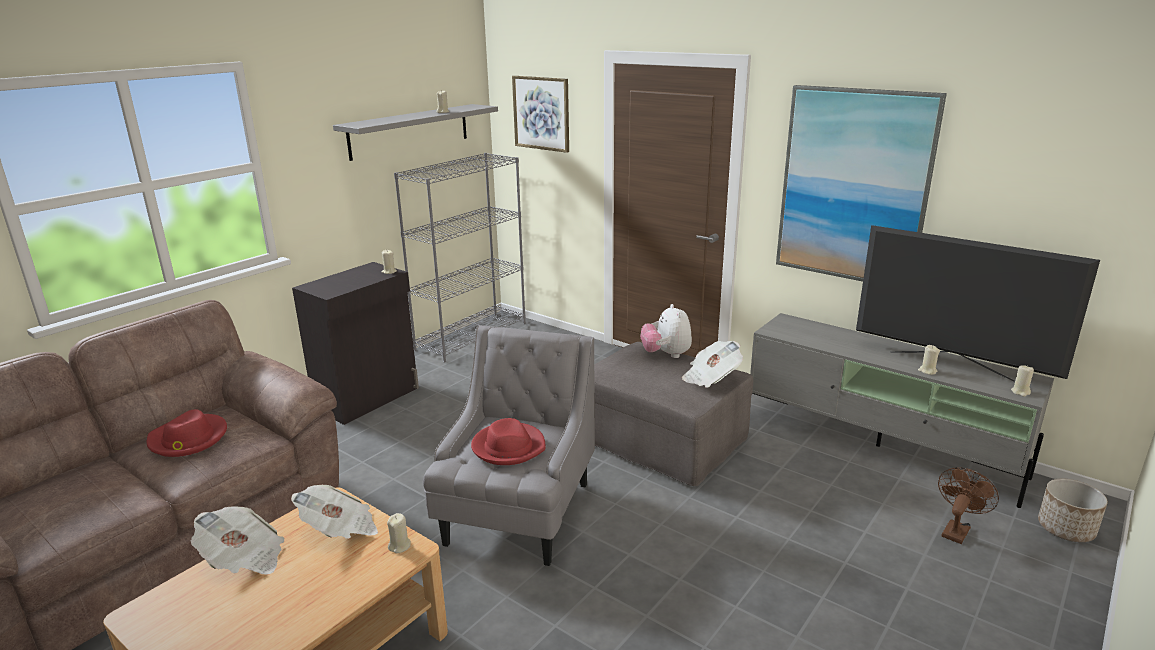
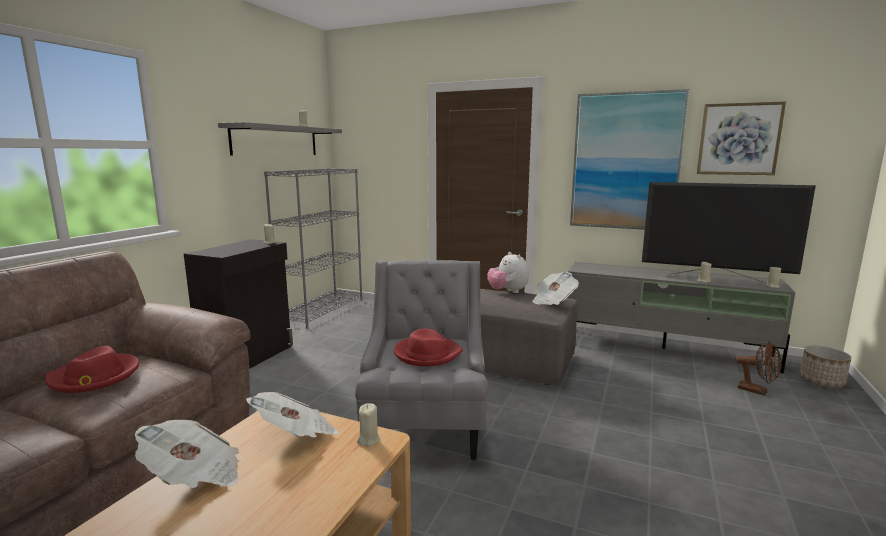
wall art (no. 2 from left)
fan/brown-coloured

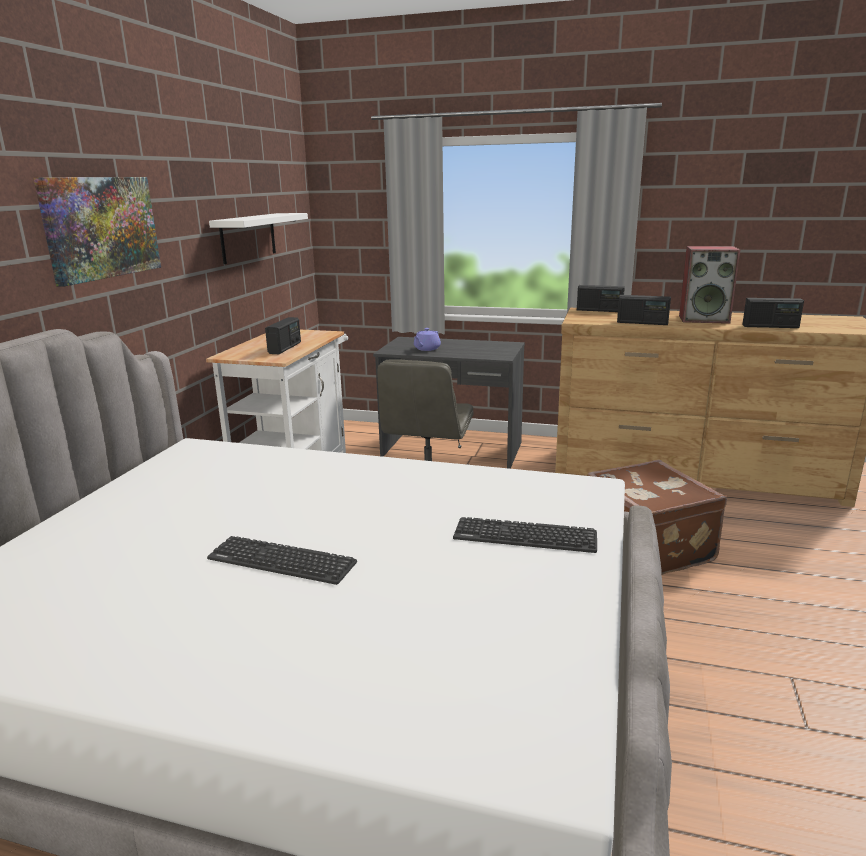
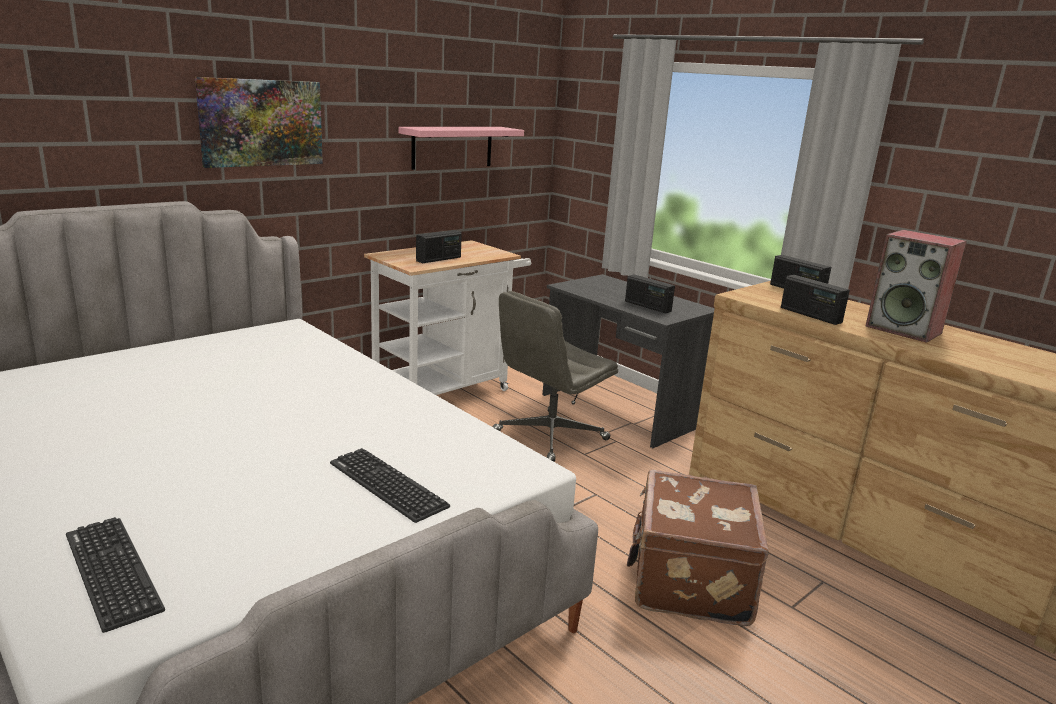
computer keyboard (no. 1 from left)
bracket shelf/pinkish
radio set (no. 2 from left)
tea pot/purplish

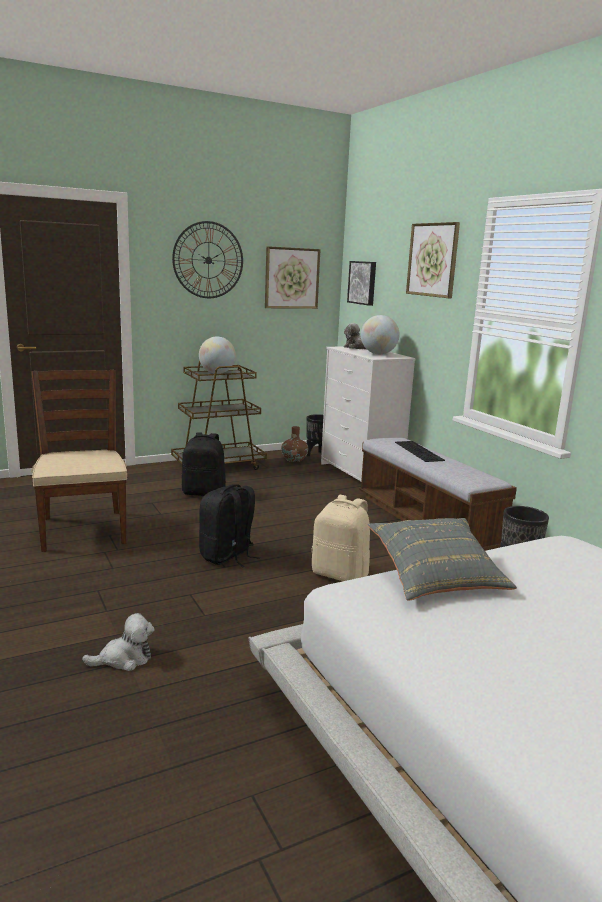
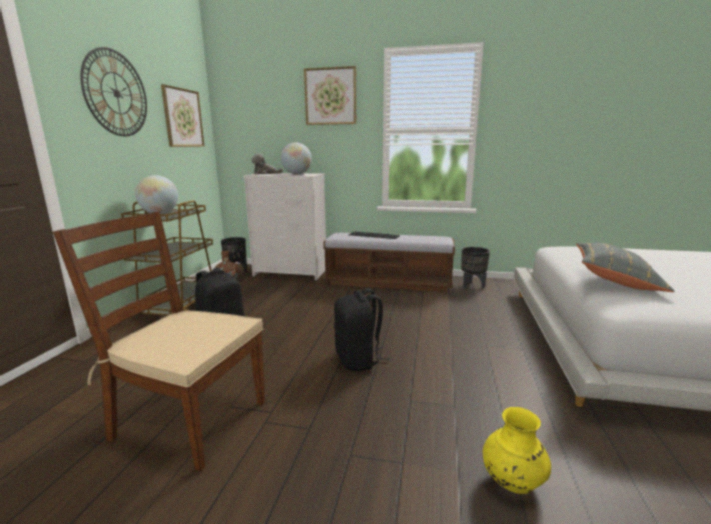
flower vase/yellow-coloured
rucksack/sand-coloured
wall art (no. 2 from left in the first image)

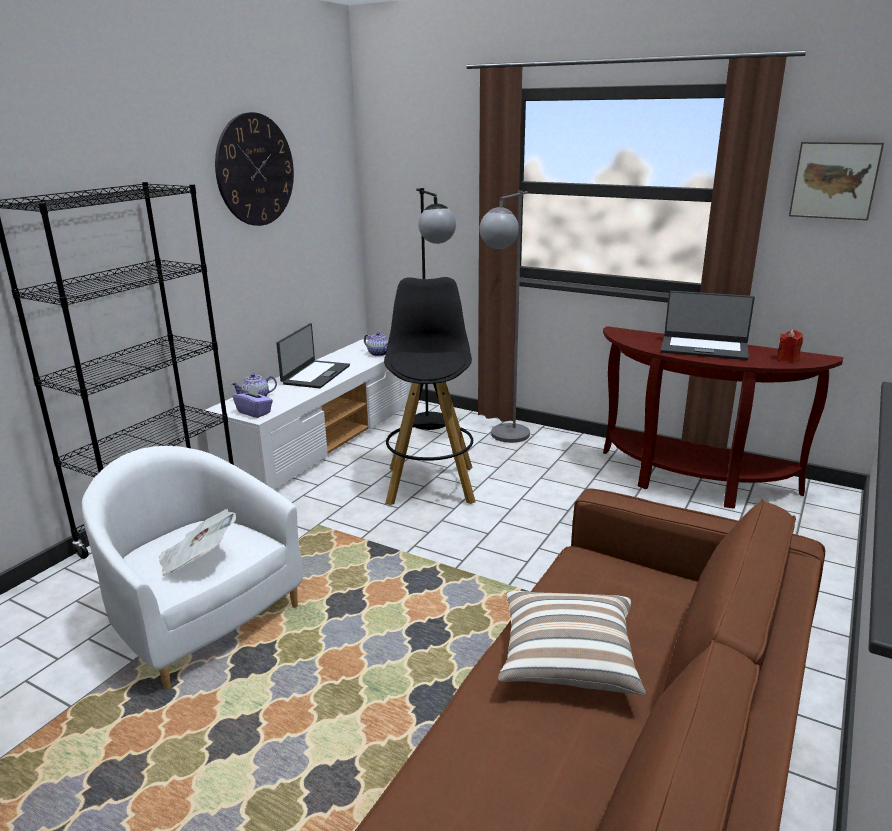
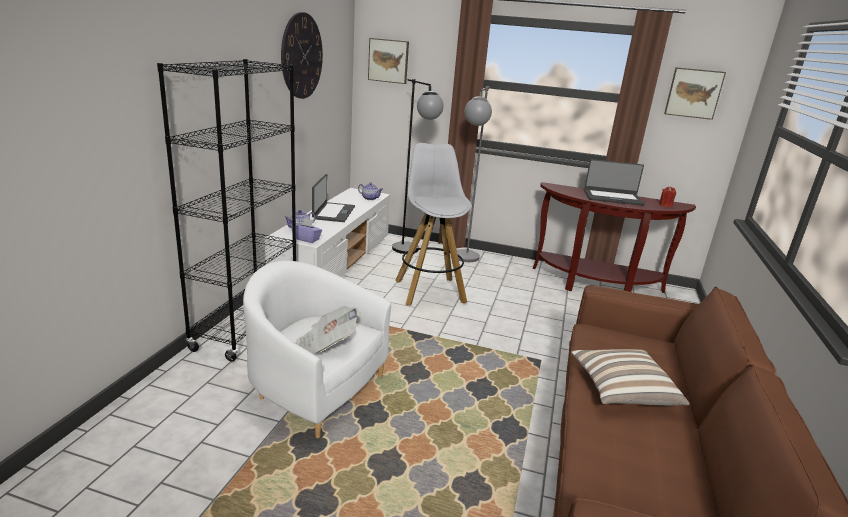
wall art (no. 1 from left)
stool/white

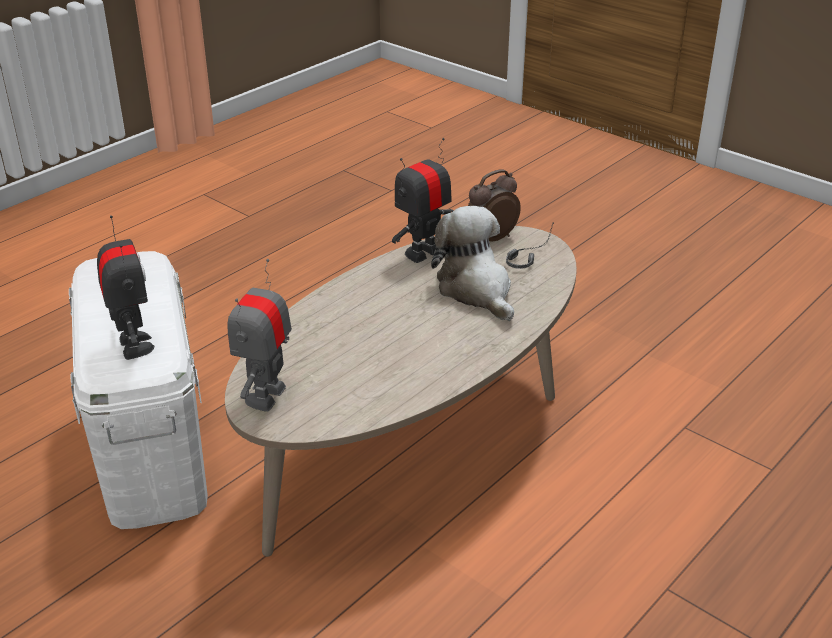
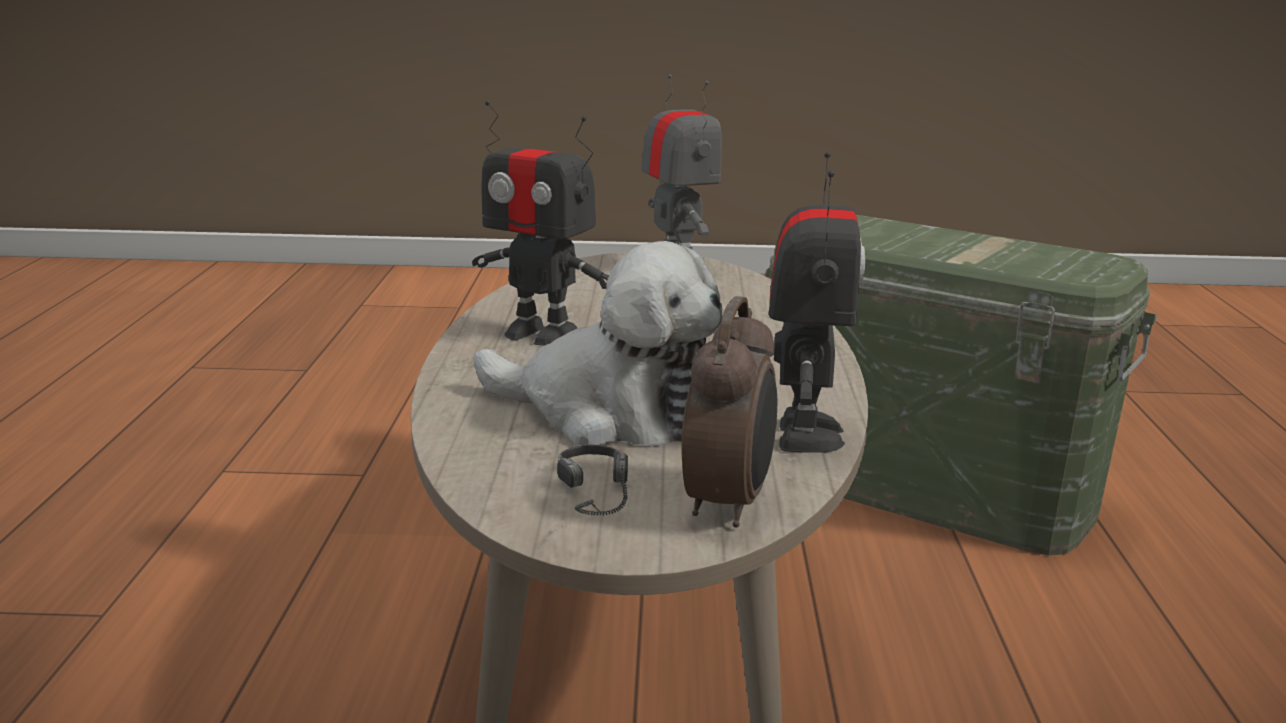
model robot (no. 1 from left)
storage box/green

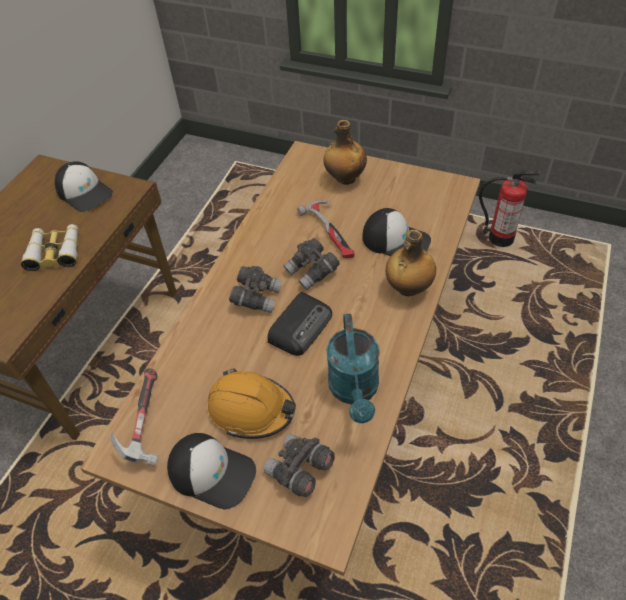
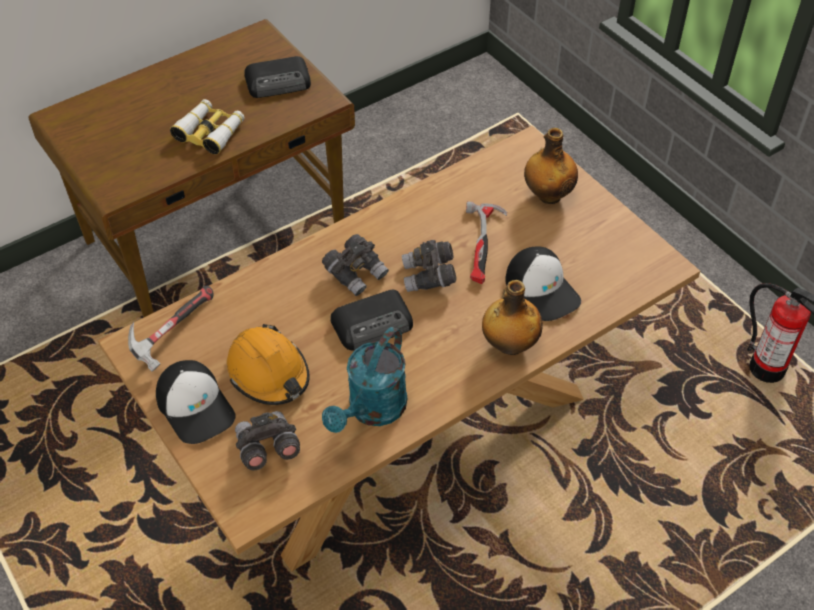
radio set (no. 1 from left)

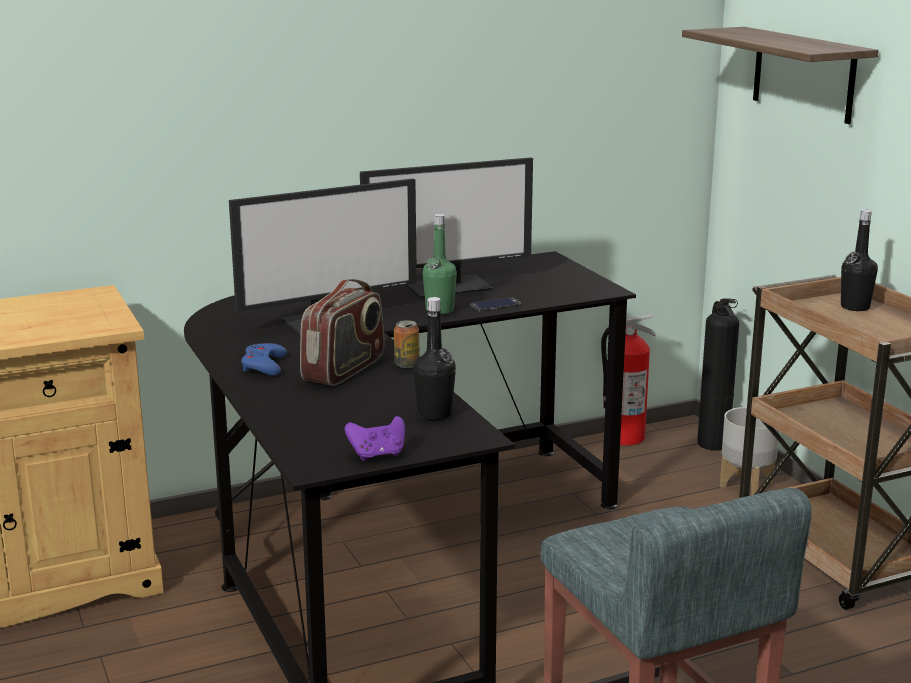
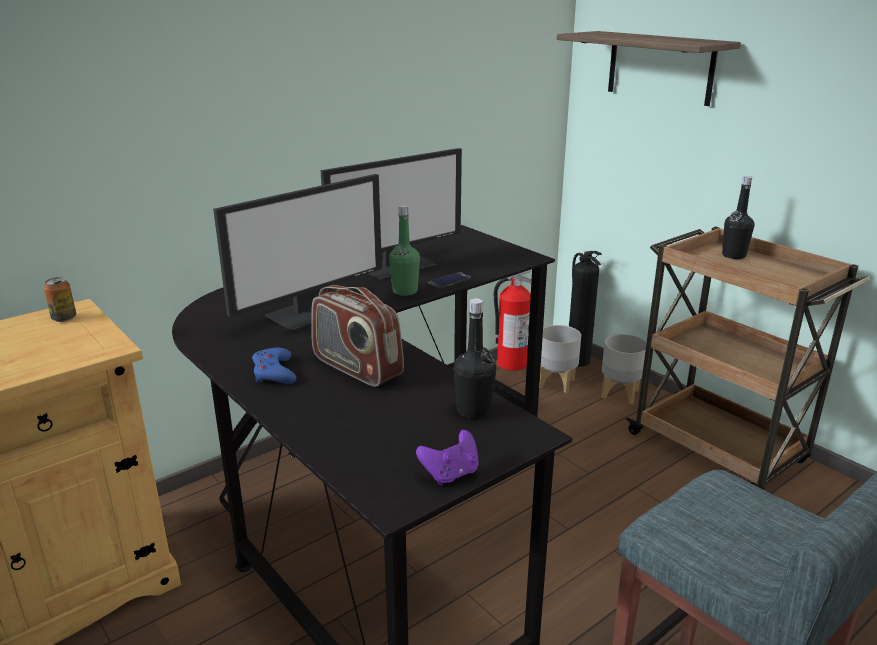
sealed can
radio set
plant pot/gray (no. 1 from left)

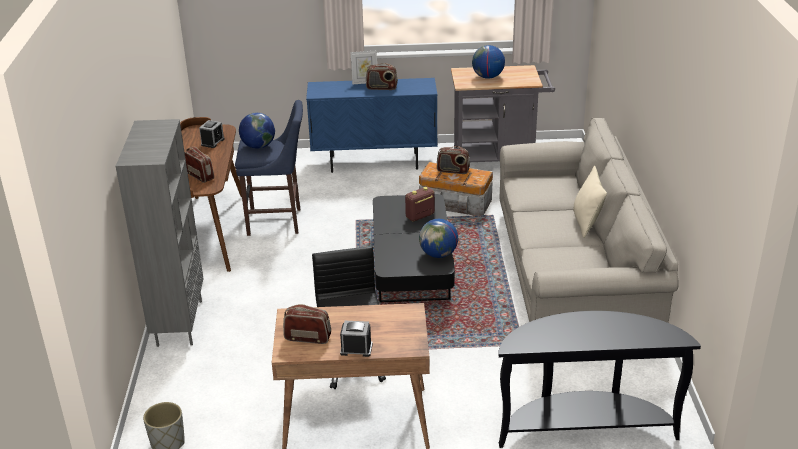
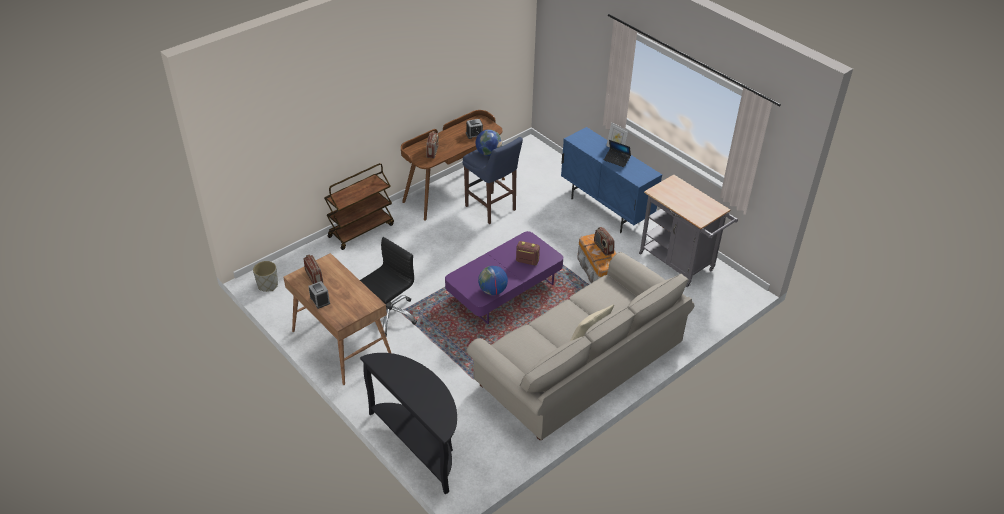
wheeled cart/brown-coloured
coffee table/purplish
notebook computer
desk globe (no. 3 from left in the first image)

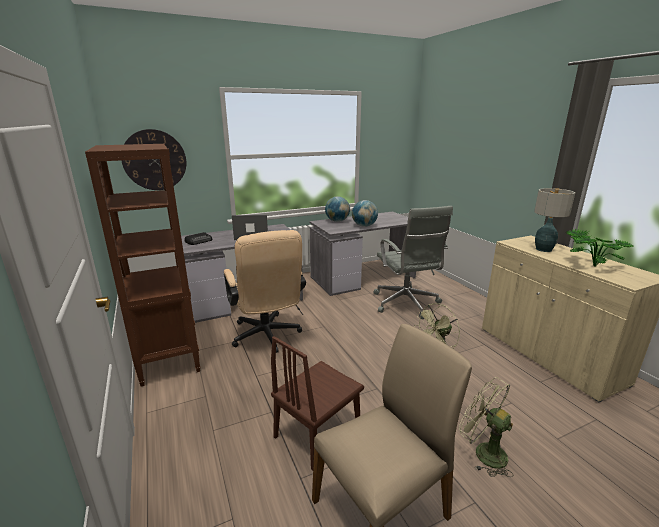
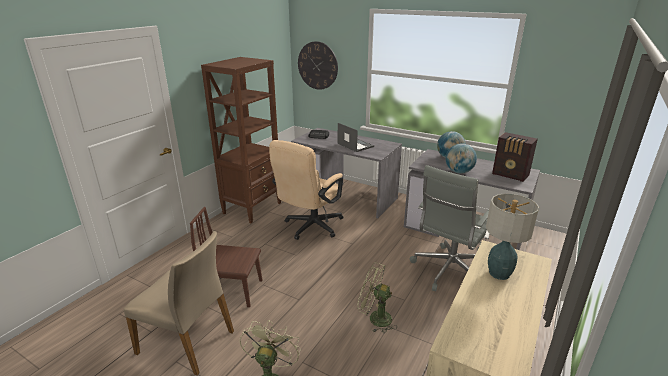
radio set (no. 2 from left)
houseplant

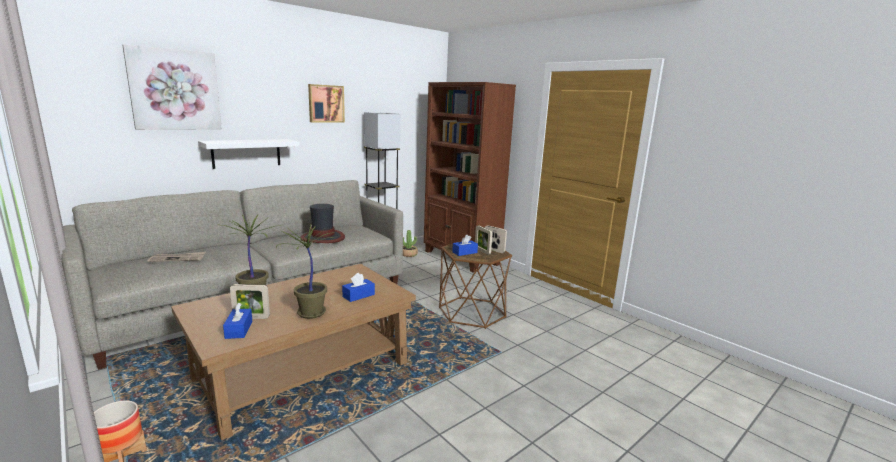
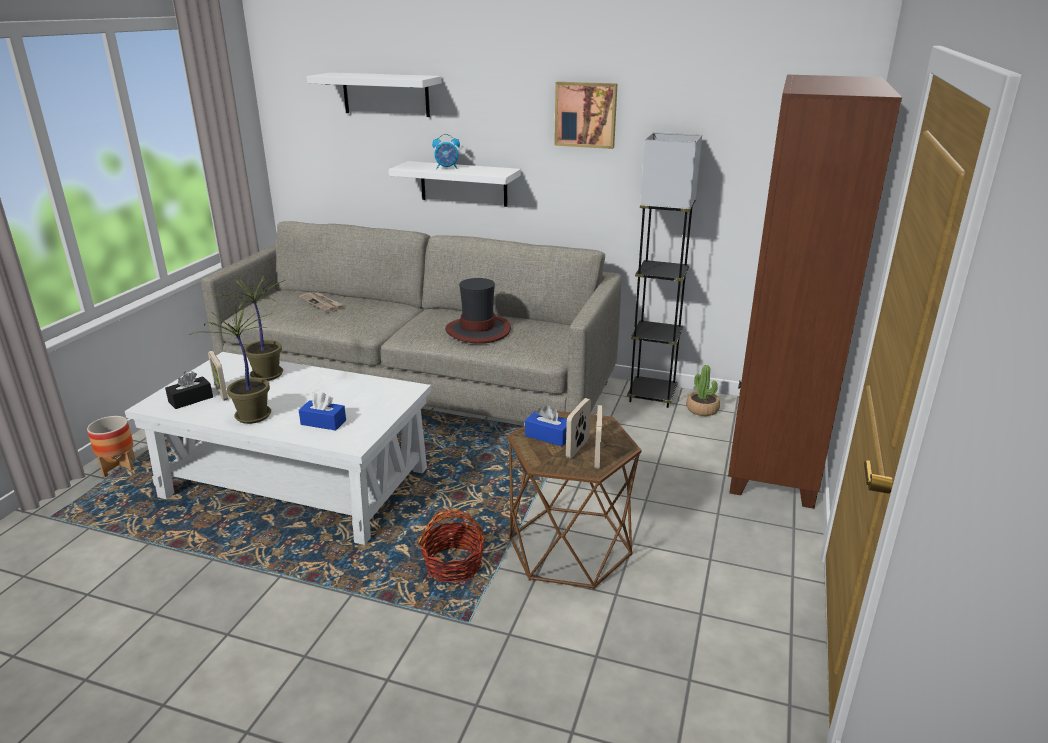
coffee table/white
tissue box/black
bracket shelf/white (no. 1 from left)
storage basket
bedside clock

